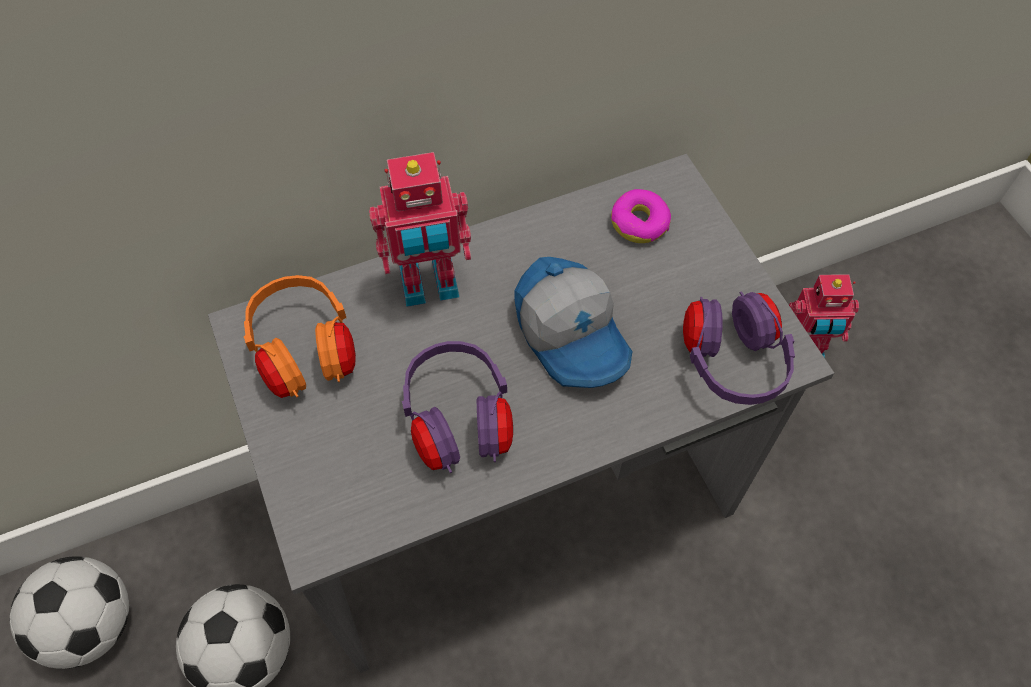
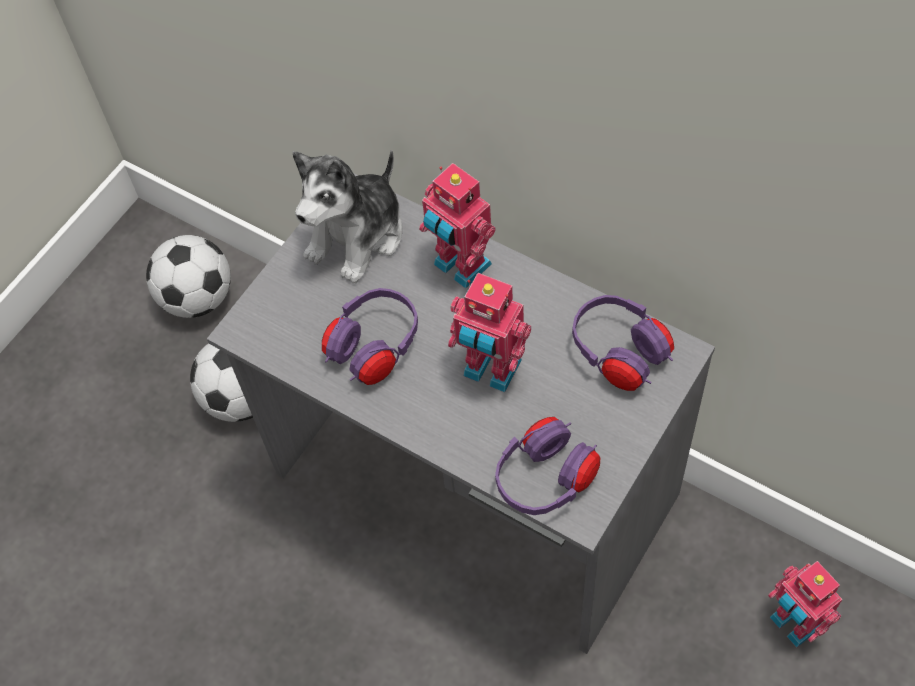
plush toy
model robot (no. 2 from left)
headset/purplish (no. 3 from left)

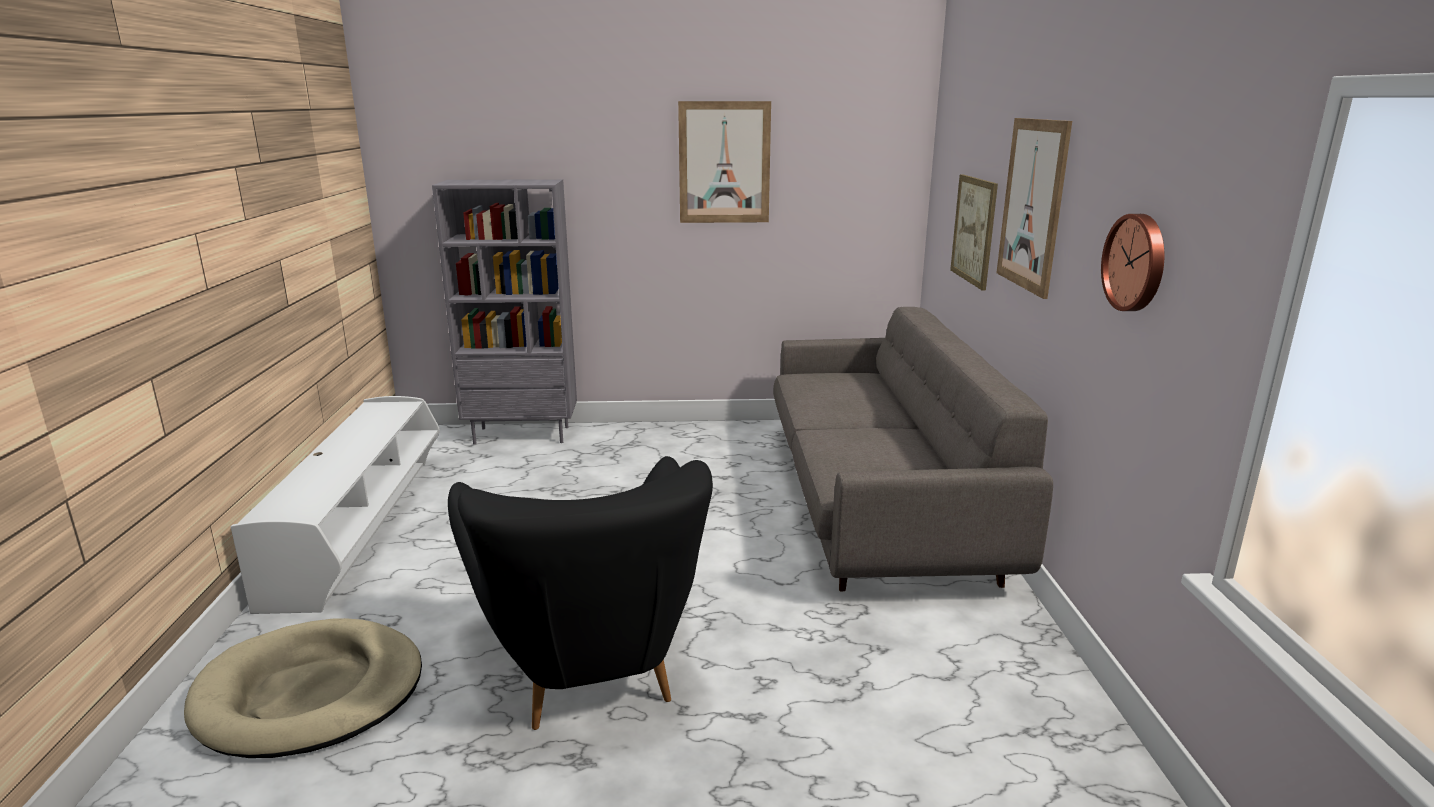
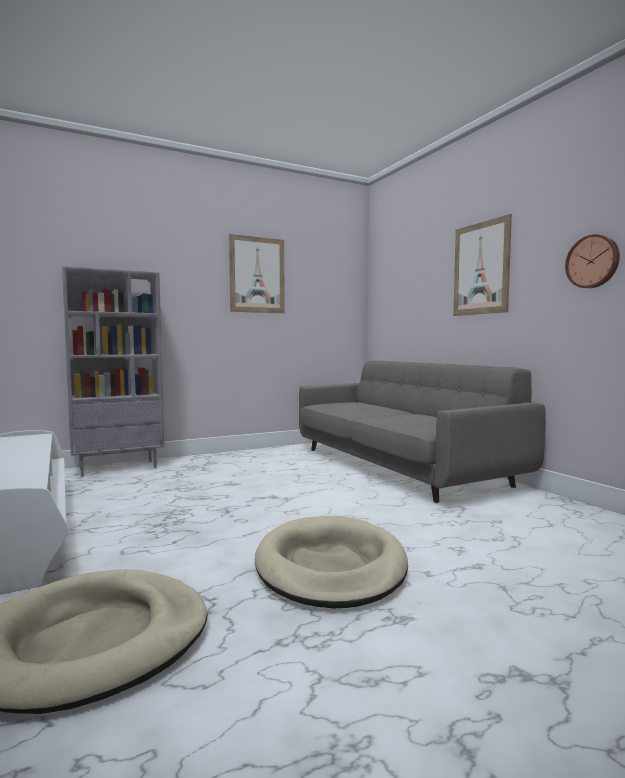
dog bed/sand-coloured (no. 2 from left)
wall art (no. 2 from left in the first image)

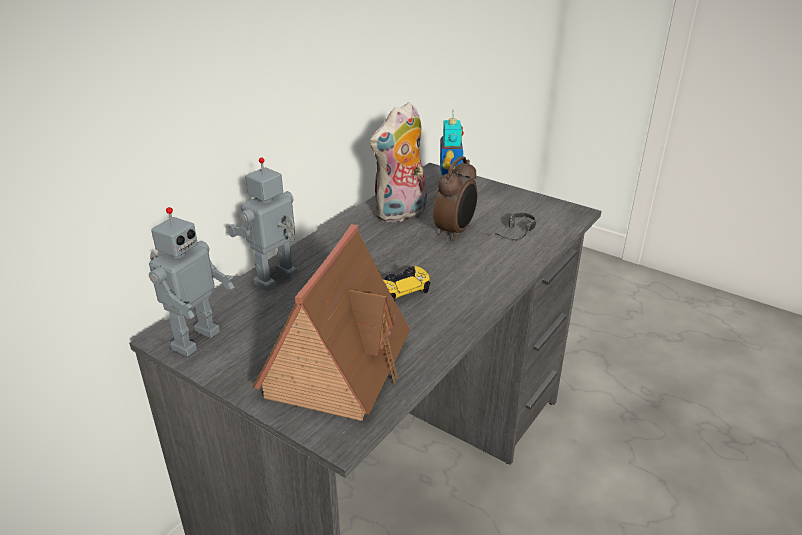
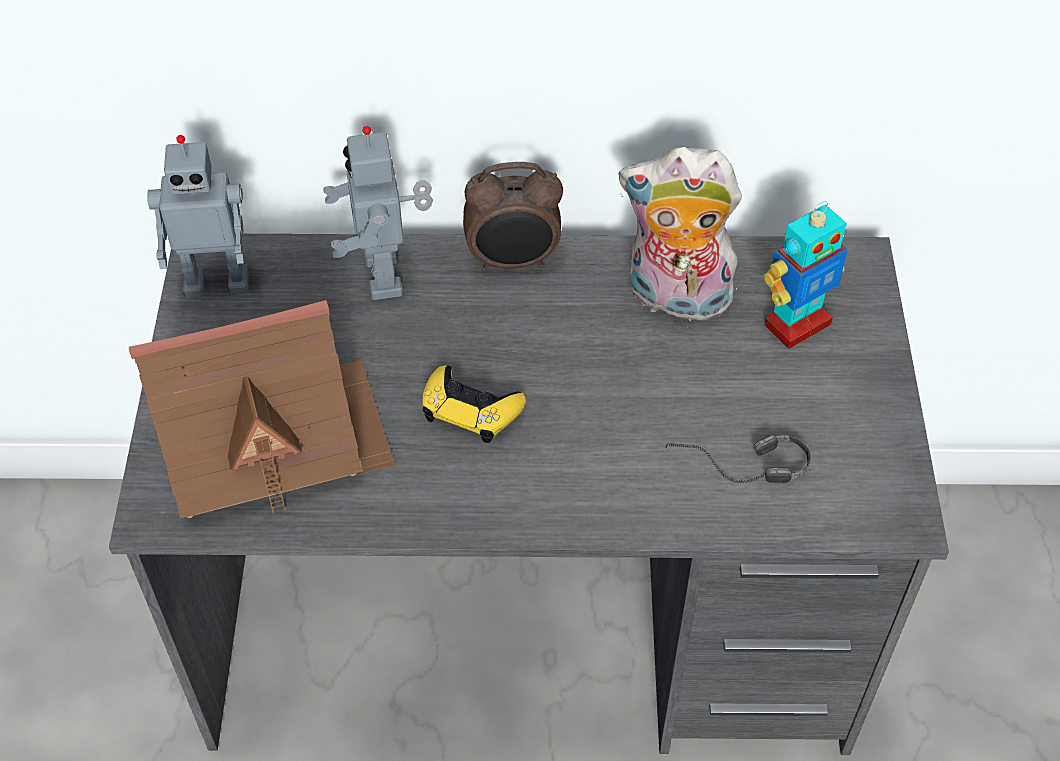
model robot (no. 2 from left)
bedside clock

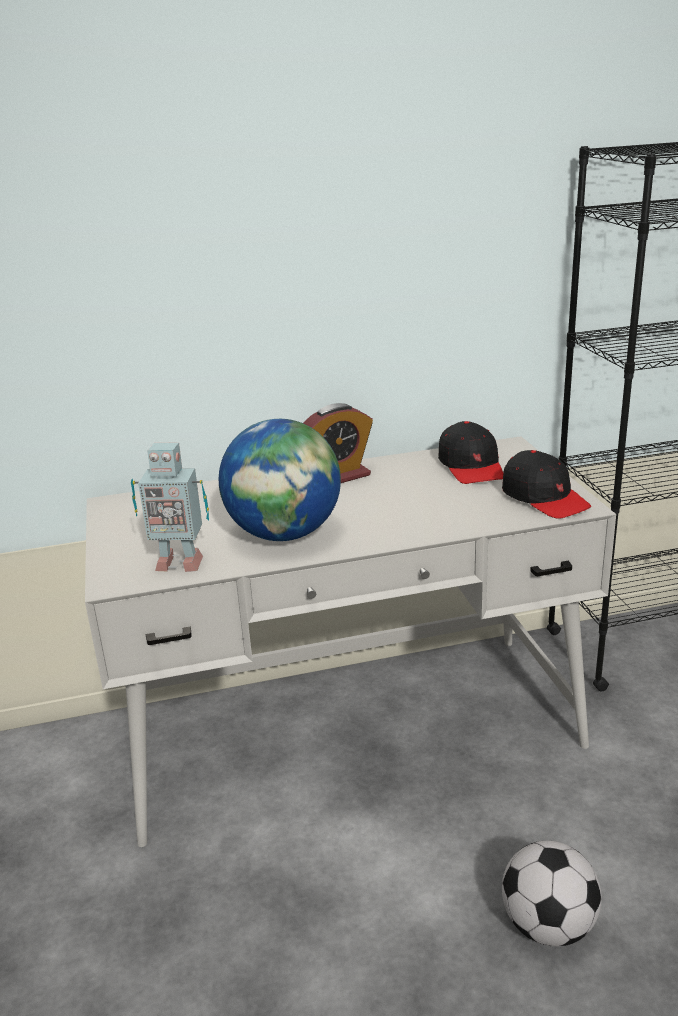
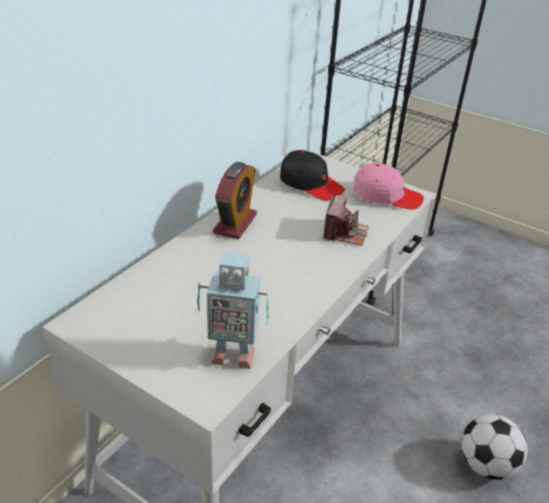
model robot
still camera
peaked cap/pinkish
desk globe

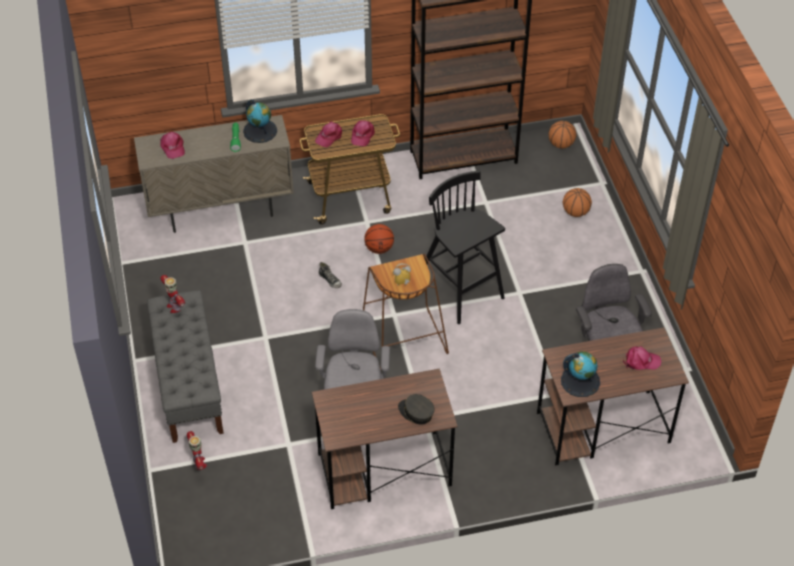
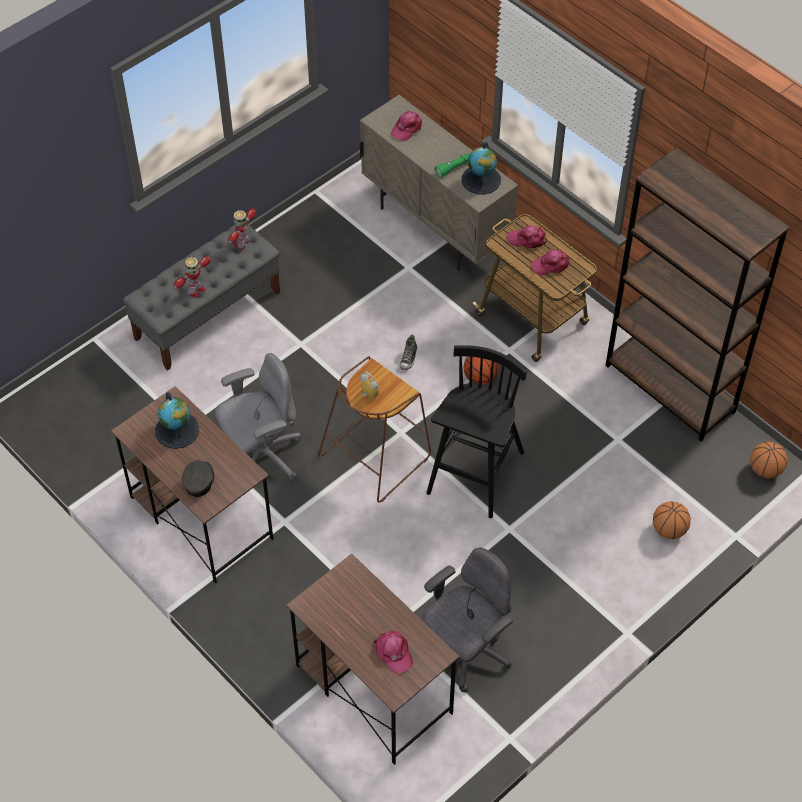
desk globe (no. 1 from left)
model robot (no. 1 from left)

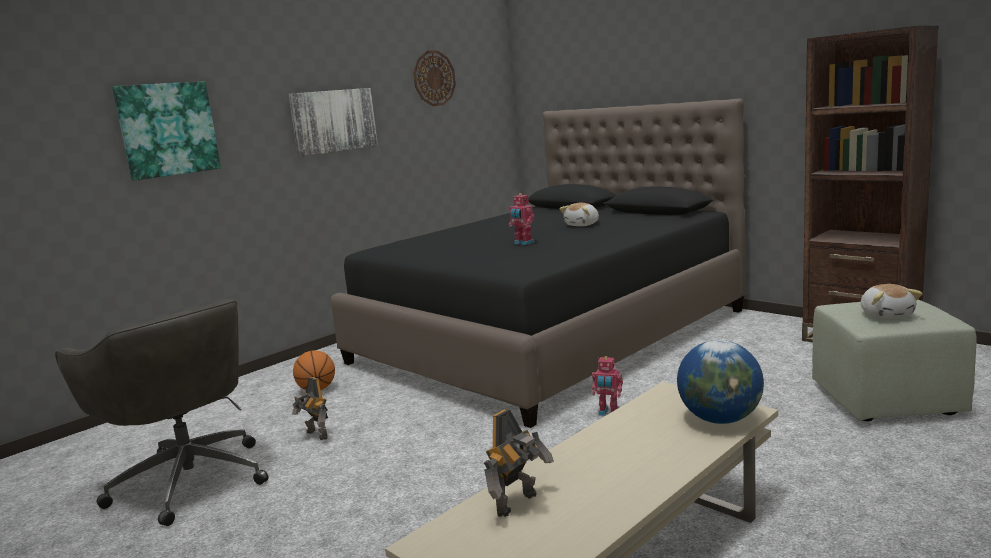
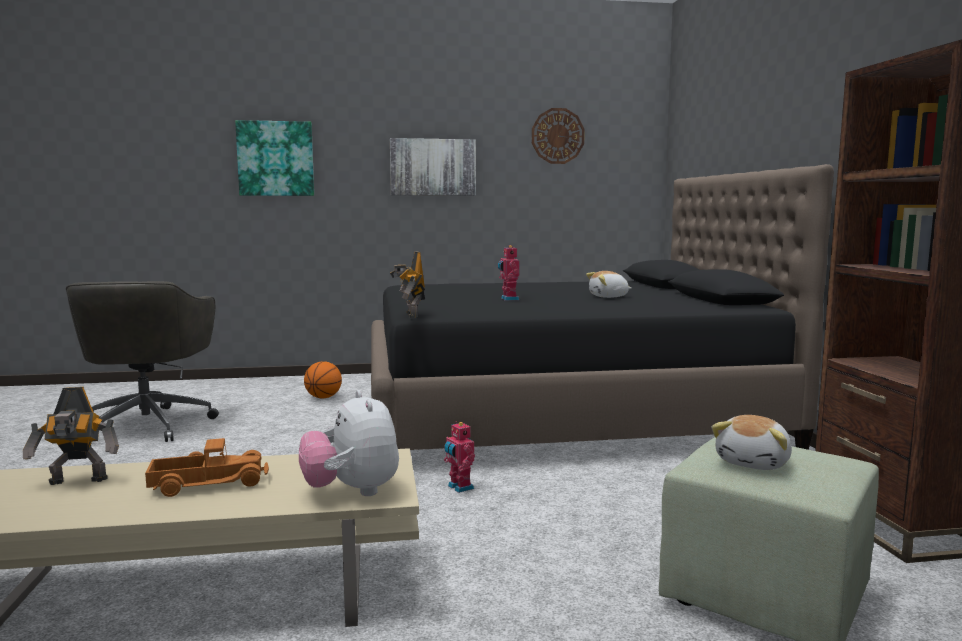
model truck
plush toy (no. 1 from left)
model robot (no. 2 from left)

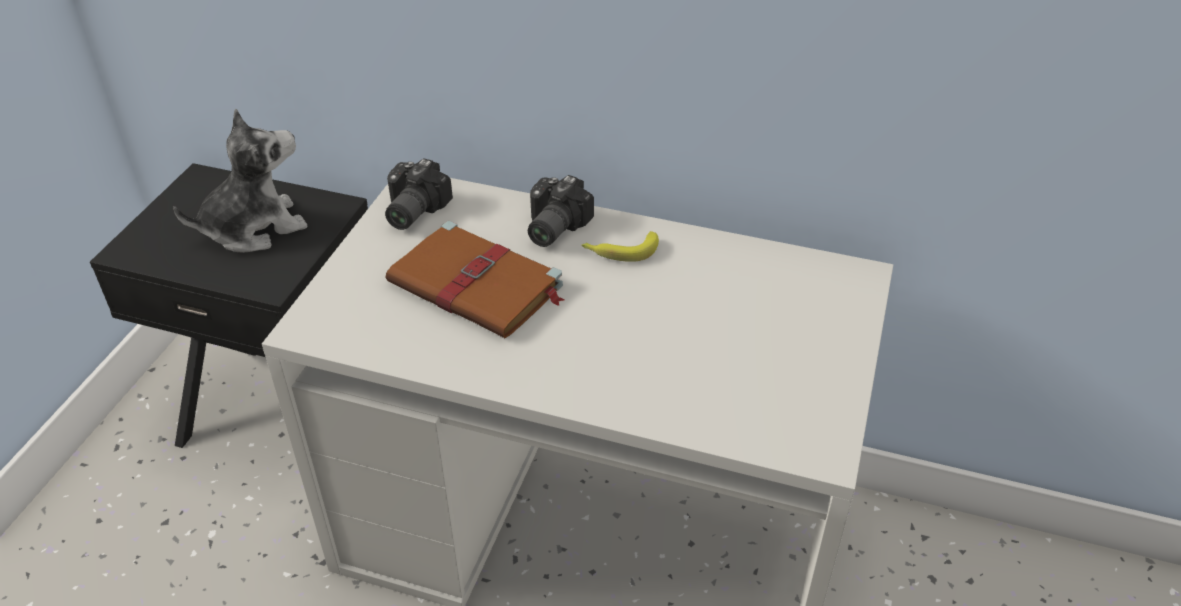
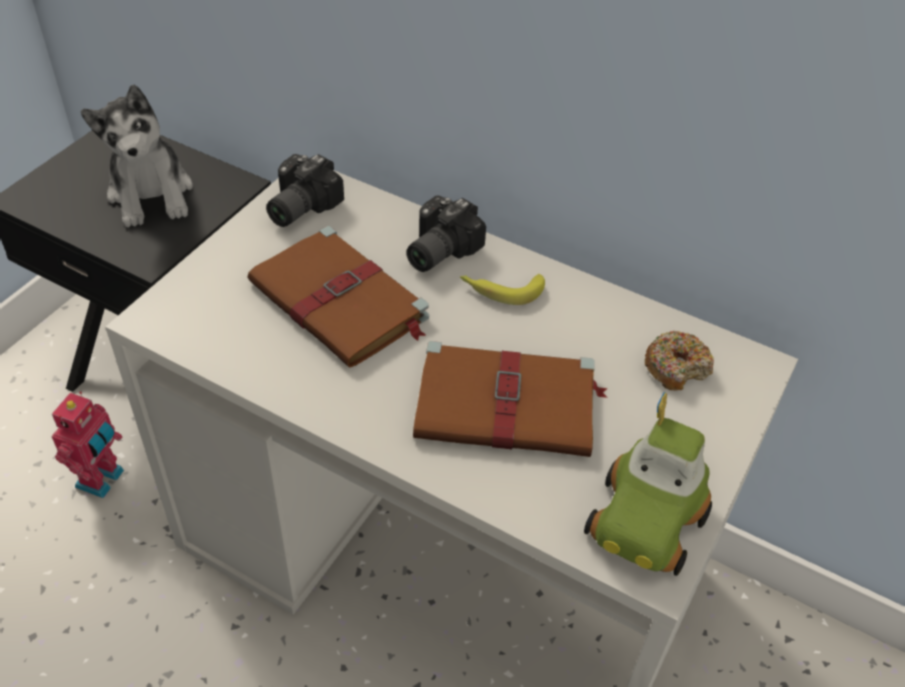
model robot
plush toy
bound book/brown-coloured (no. 2 from left)
model car
donut

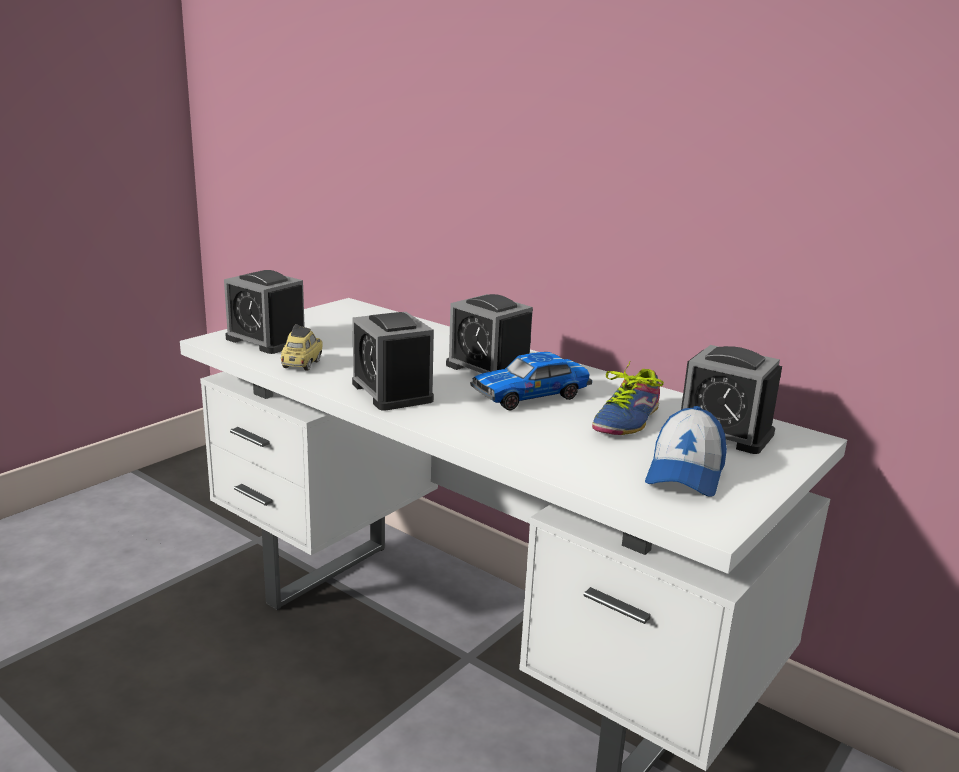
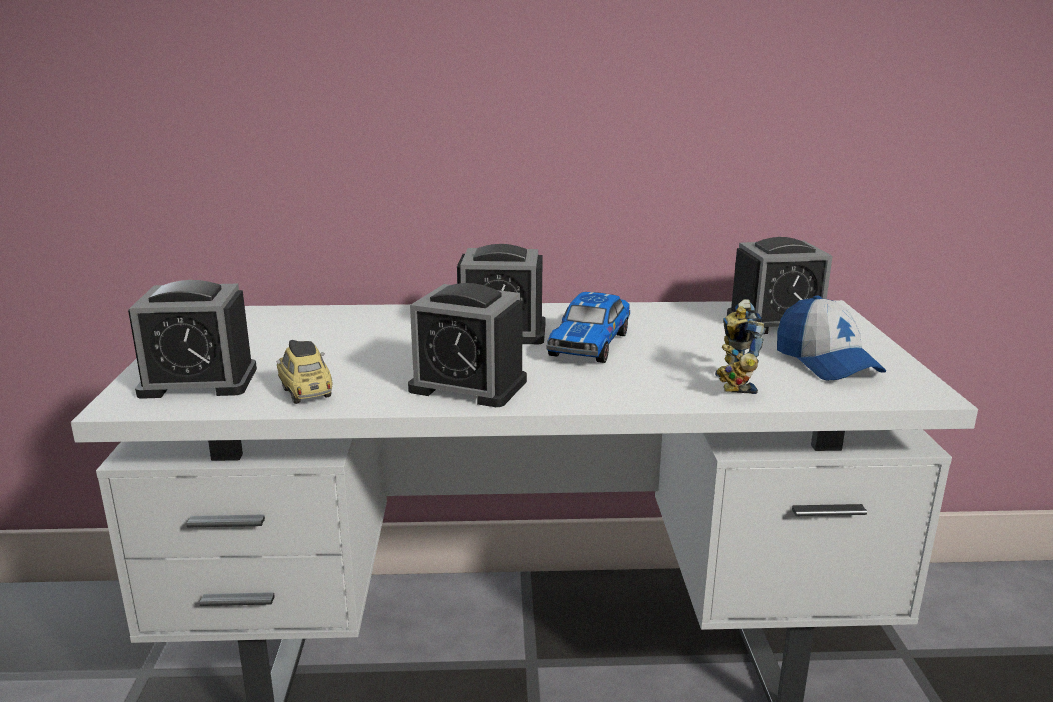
model robot
item of footwear

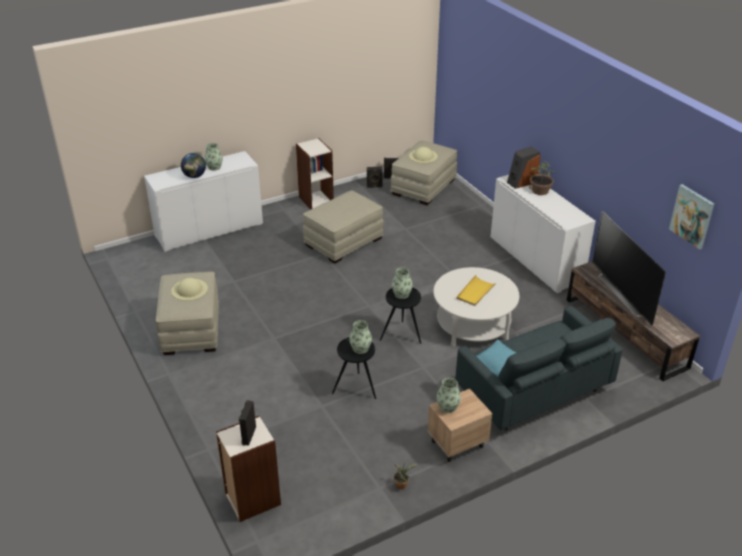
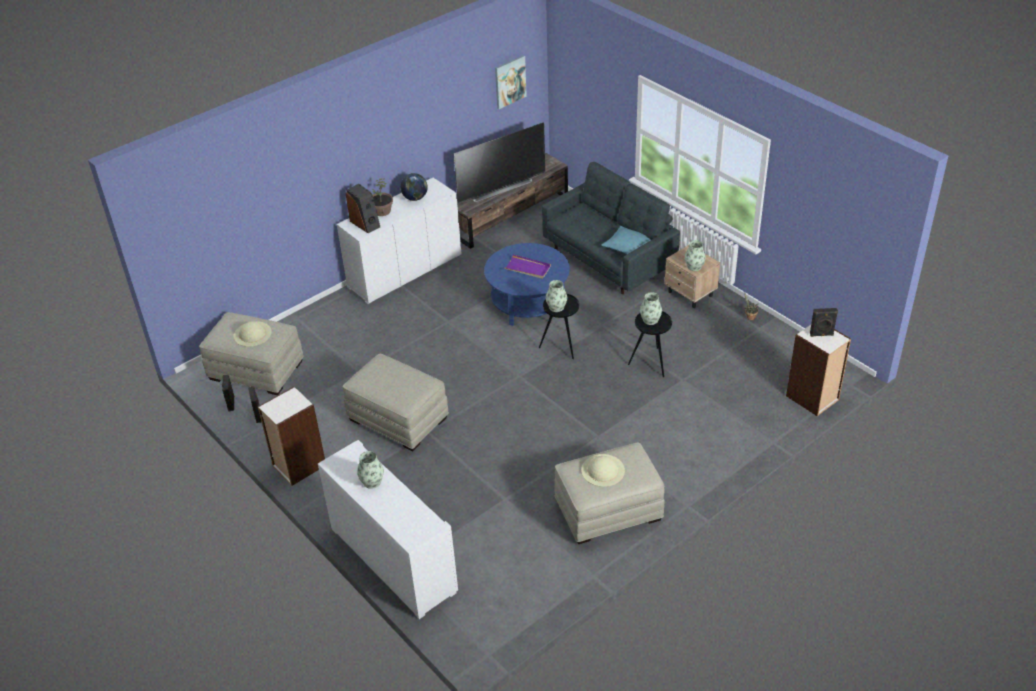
desk globe
coffee table/blue-coloured
tray/purplish

